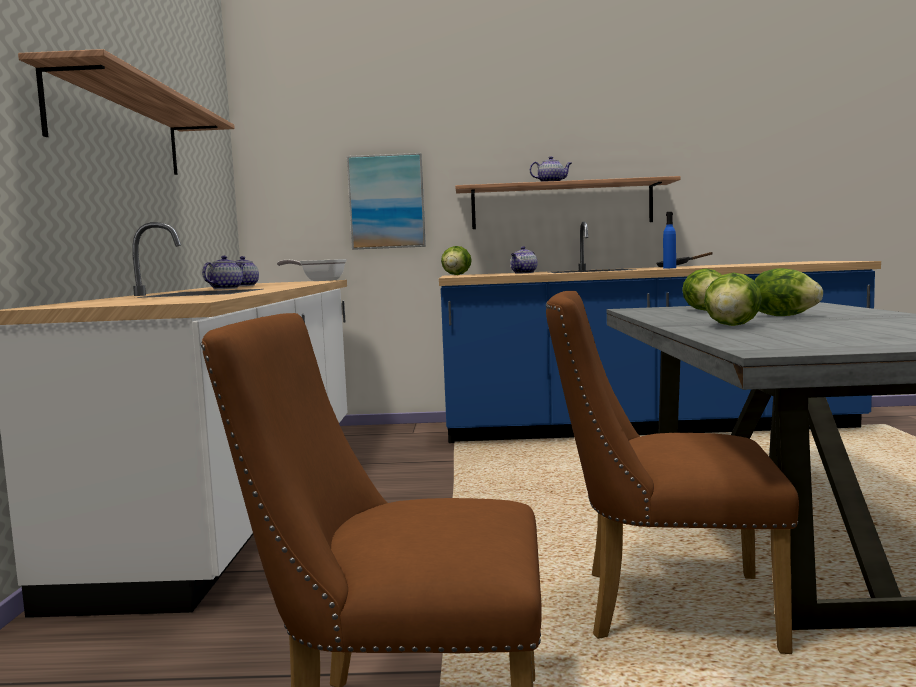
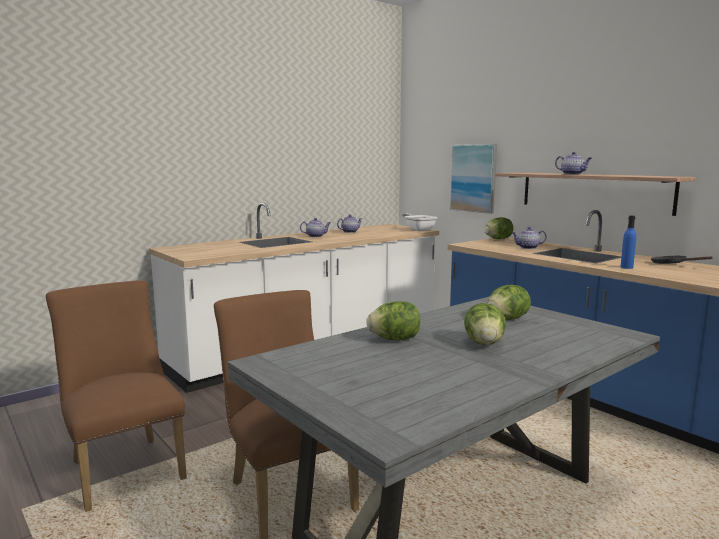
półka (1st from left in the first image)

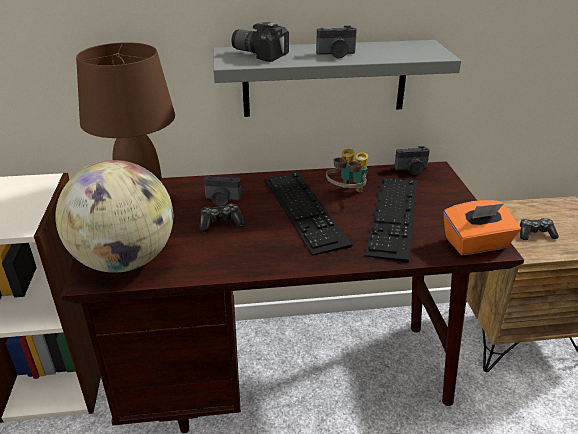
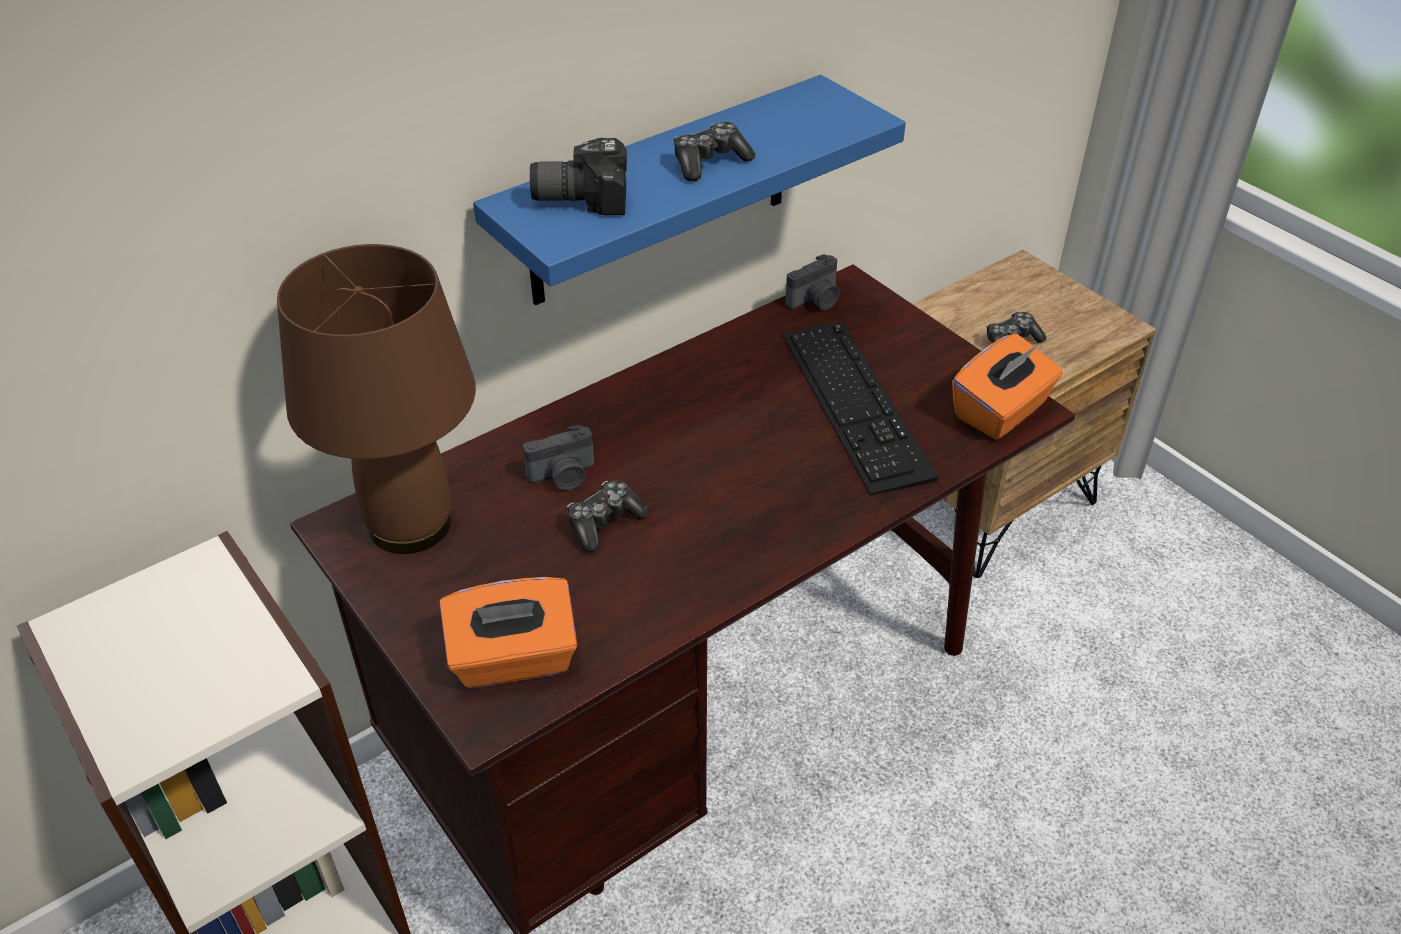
pudełko chusteczek [pomarańczowy] (1st from left); półka [niebieski]; klawiatura (1st from left in the first image); pad do gier (2nd from left); lornetka

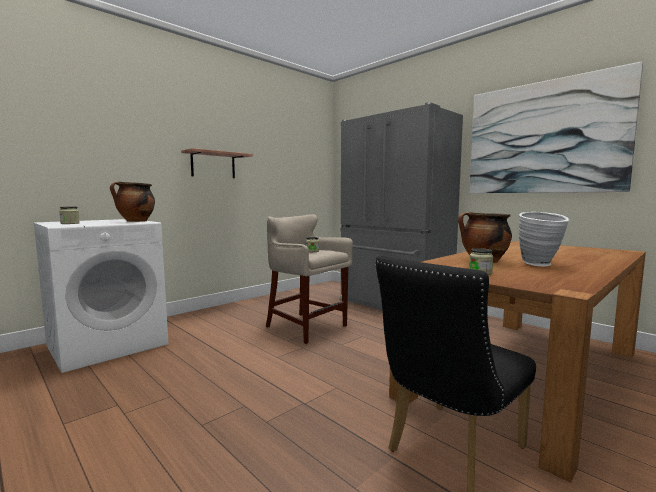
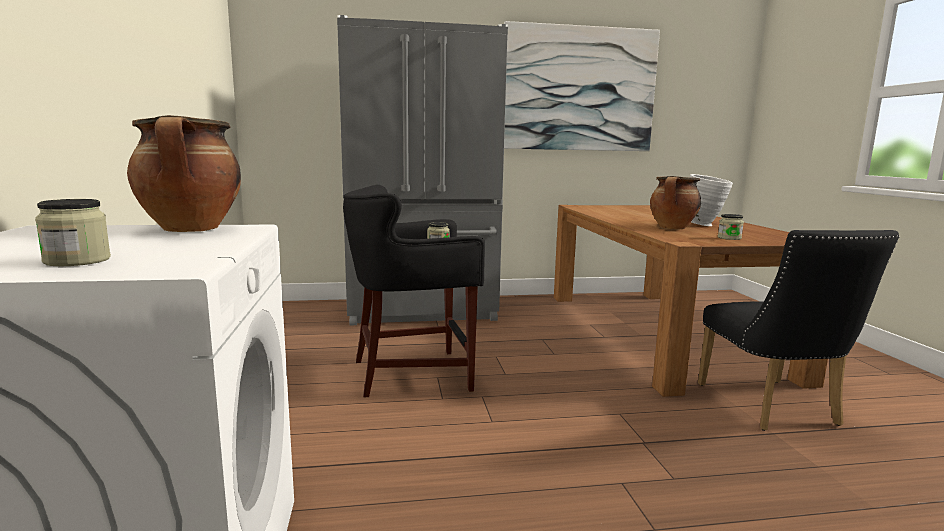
półka; stołek [czarny]

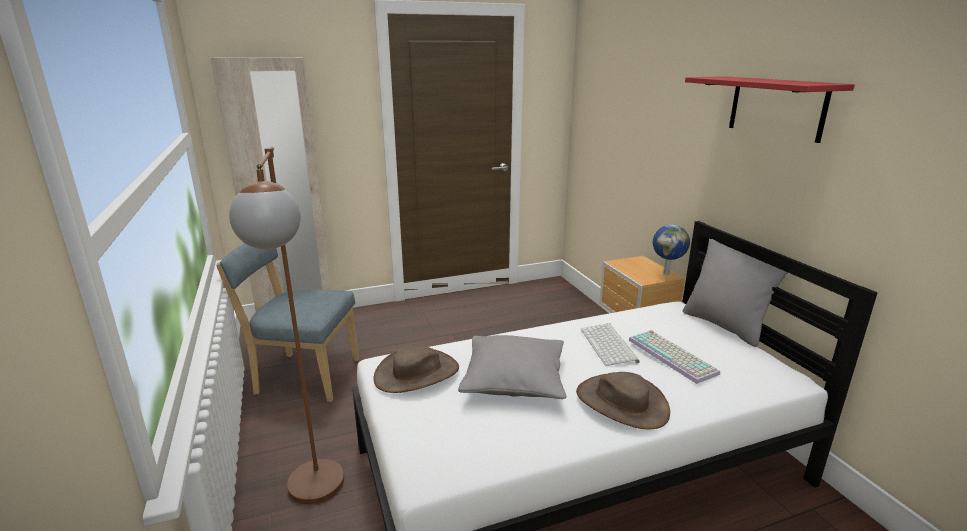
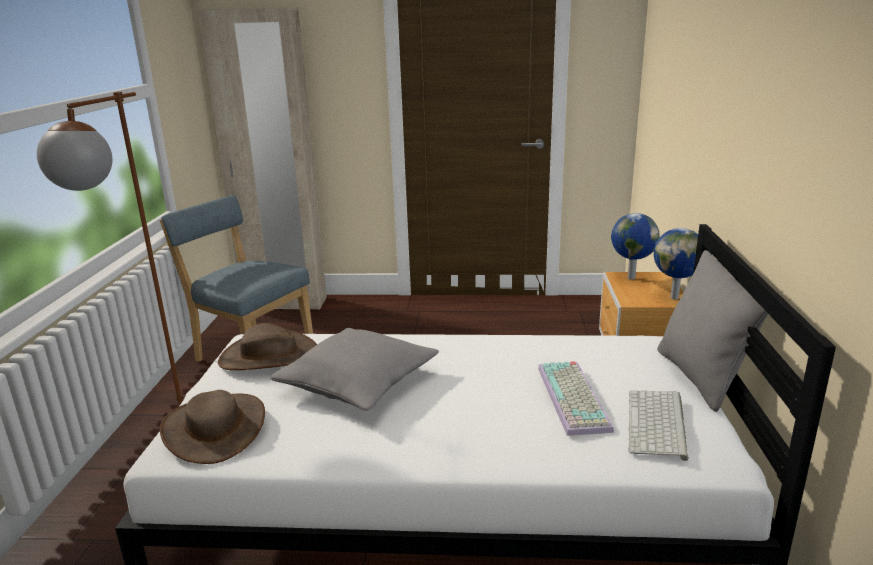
kapelusz [brązowy] (1st from left); klawiatura (2nd from left); półka [czerwony]; globus (1st from left)

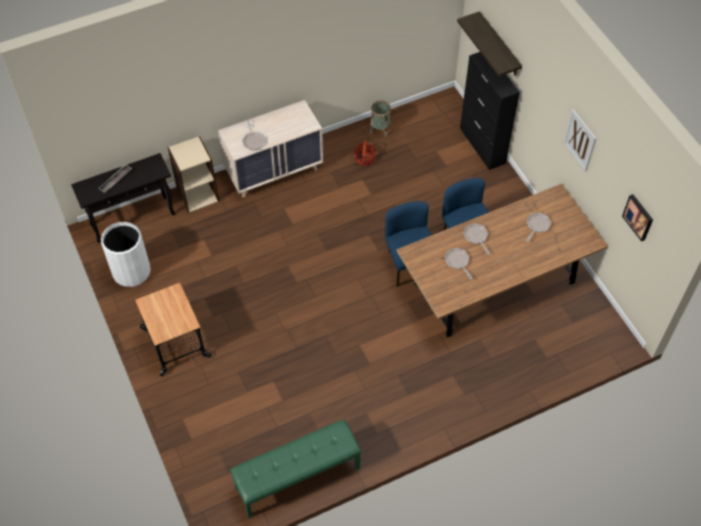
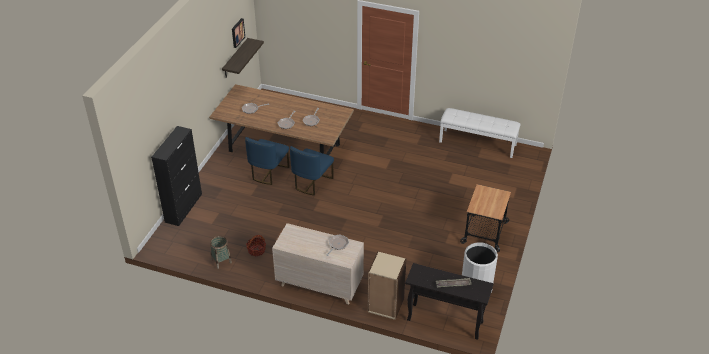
ławka [biały]; półka; obraz (1st from left in the first image)

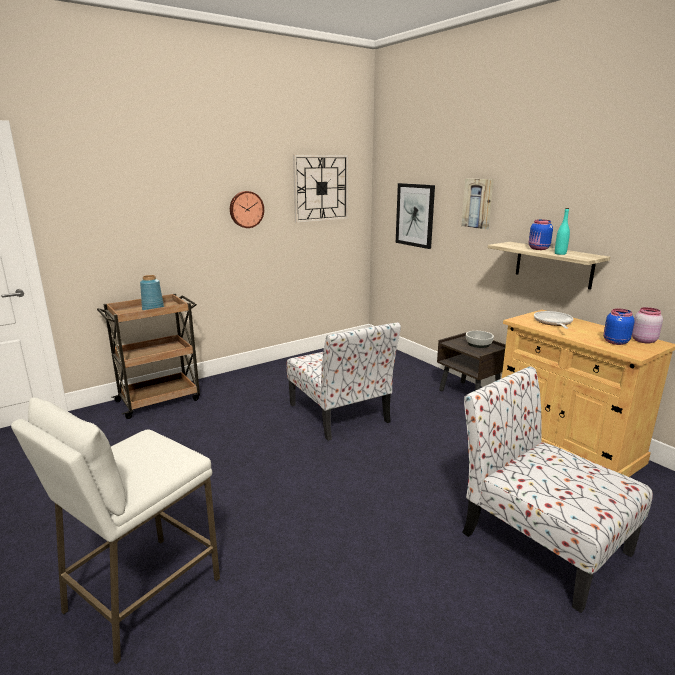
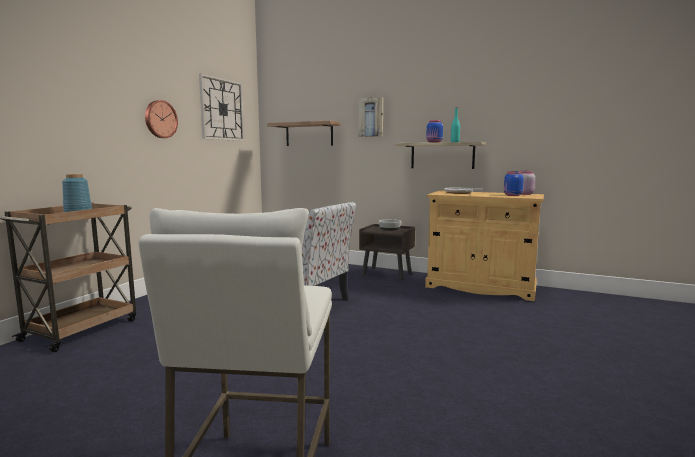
półka (1st from left); krzesło (2nd from left in the first image)

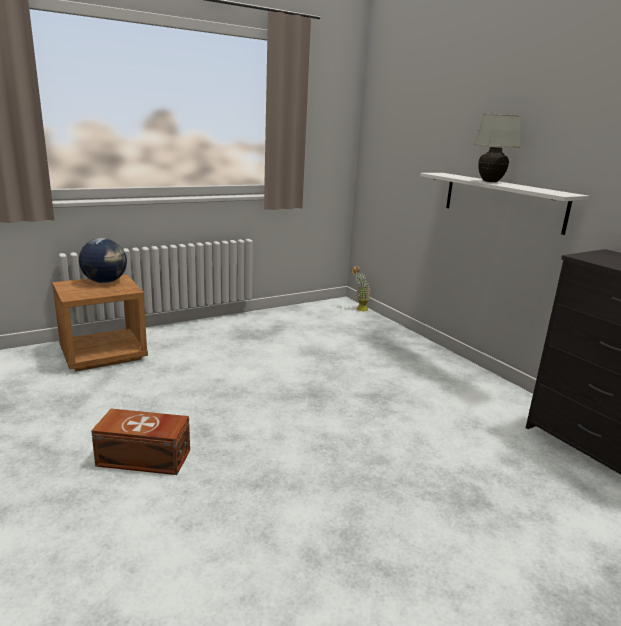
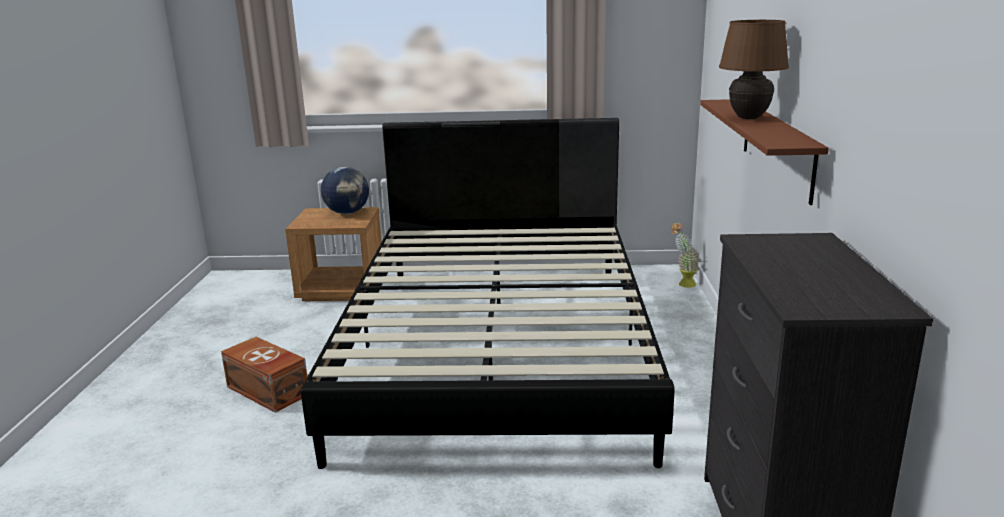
półka [brązowy]; lampa stołowa [brązowy]; łóżko [czarny]

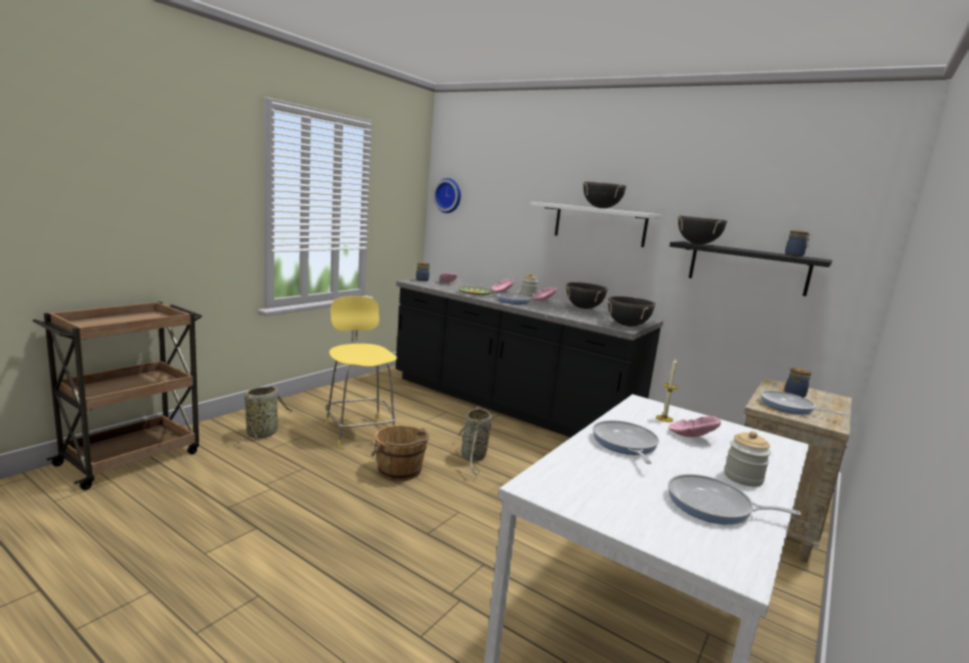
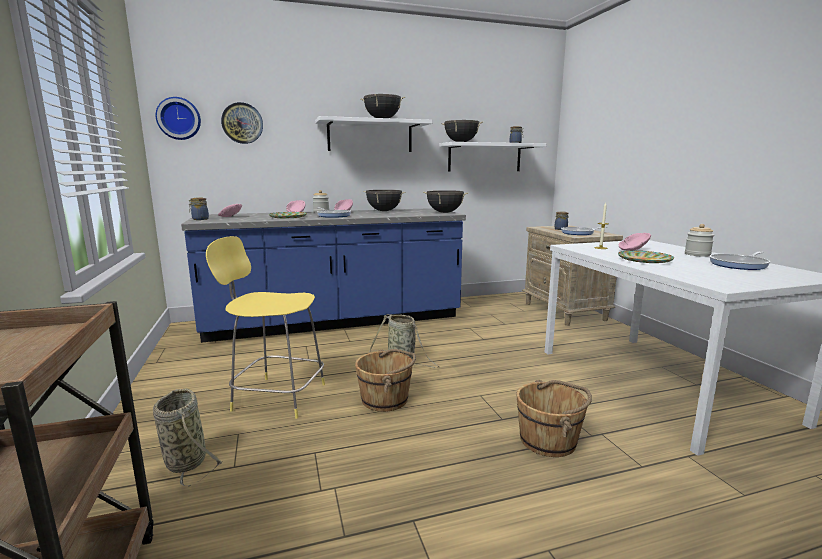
zabudowa kuchenna [niebieski]; talerz (2nd from left); półka [biały] (2nd from left); zegar ścienny (2nd from left); wiadro [brązowy] (2nd from left)

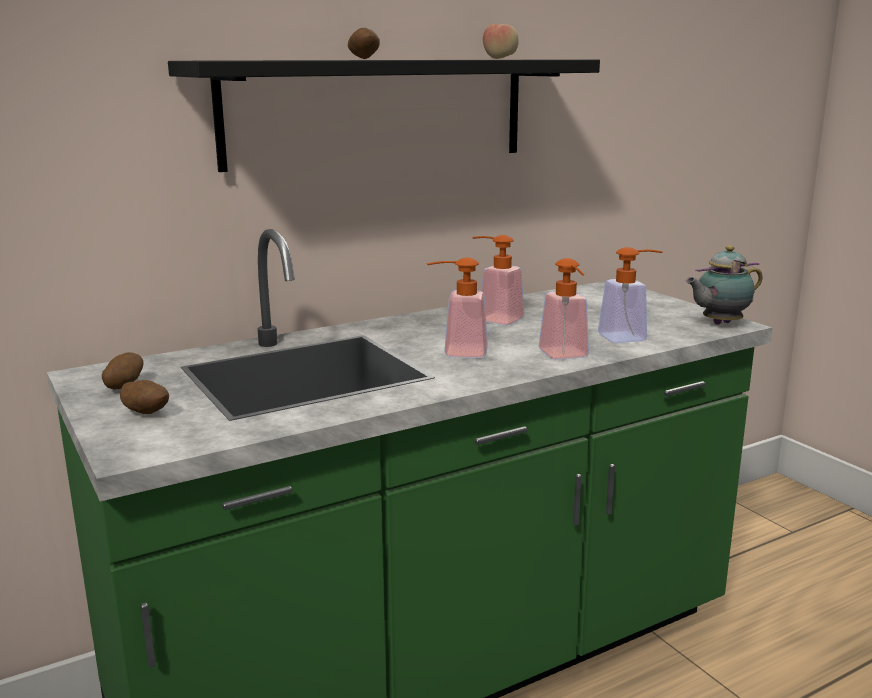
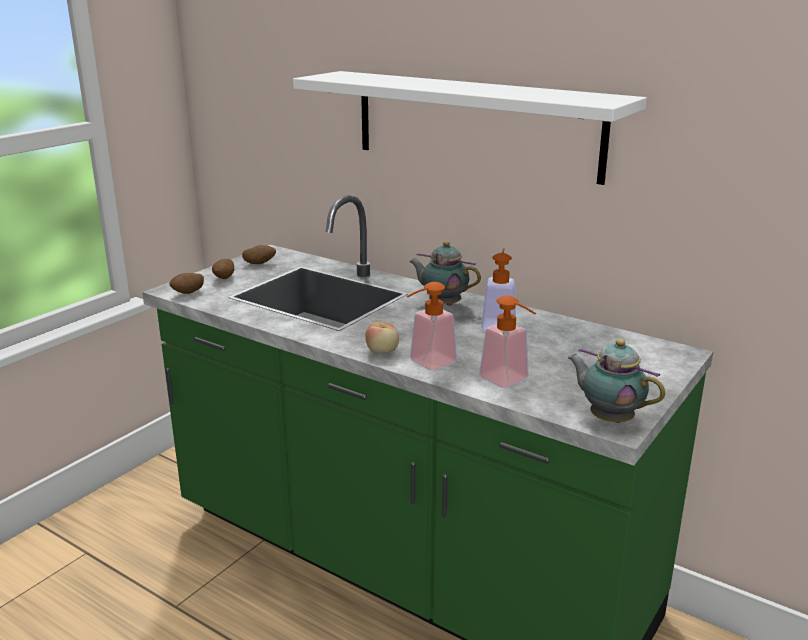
półka [biały]; ziemniak (1st from left); dozownik mydła (1st from left in the first image); jabłko; imbryk (1st from left)

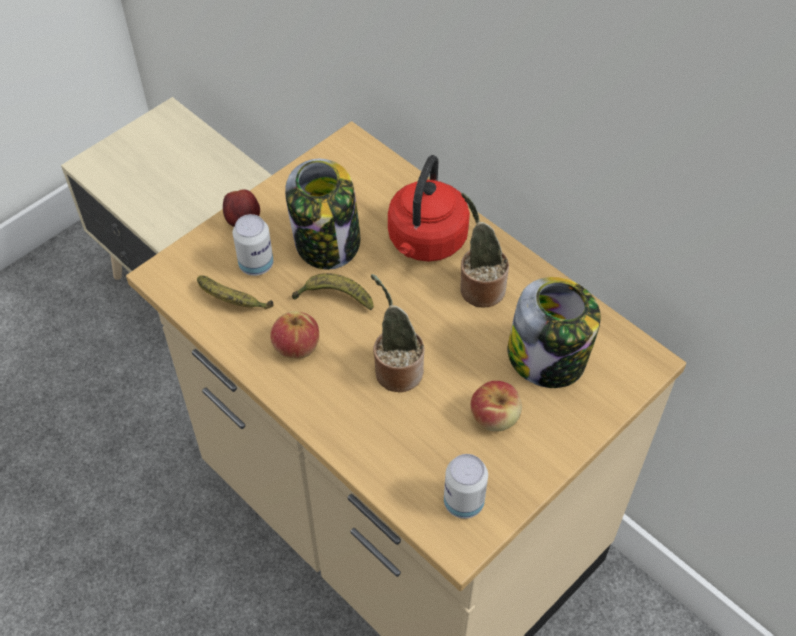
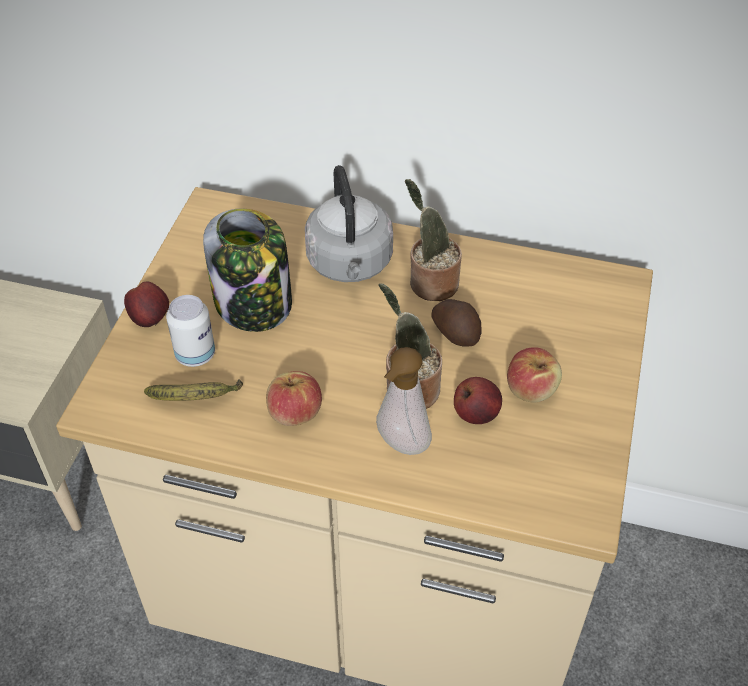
banan (2nd from left in the first image); czajnik [szary]; puszka (2nd from left in the first image); słoik (2nd from left in the first image); dozownik mydła; ziemniak; jabłko (3rd from left)

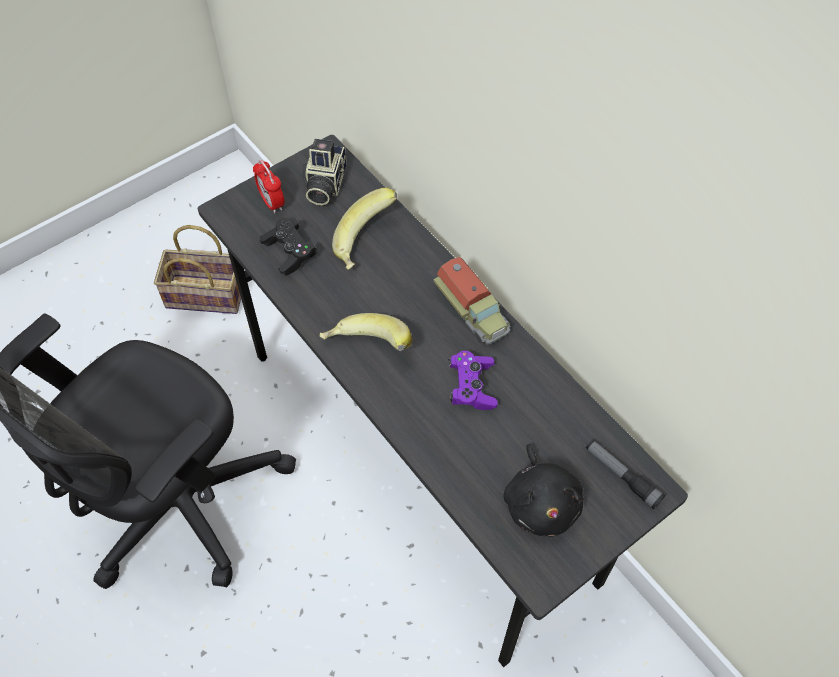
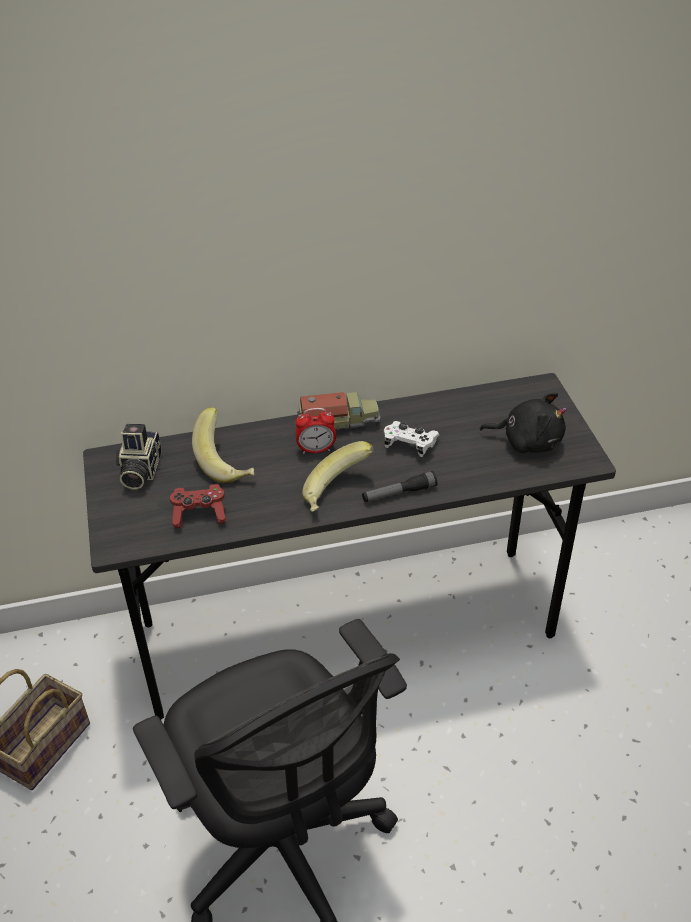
budzik; pad do gier [czerwony]; aparat fotograficzny; pad do gier [biały]; latarka

